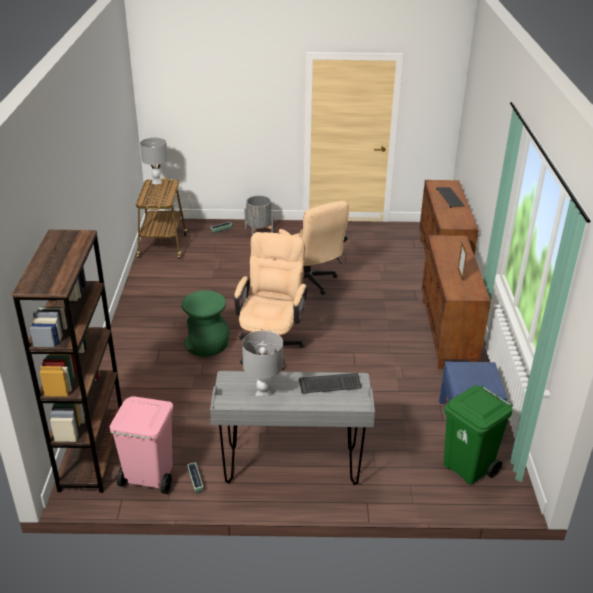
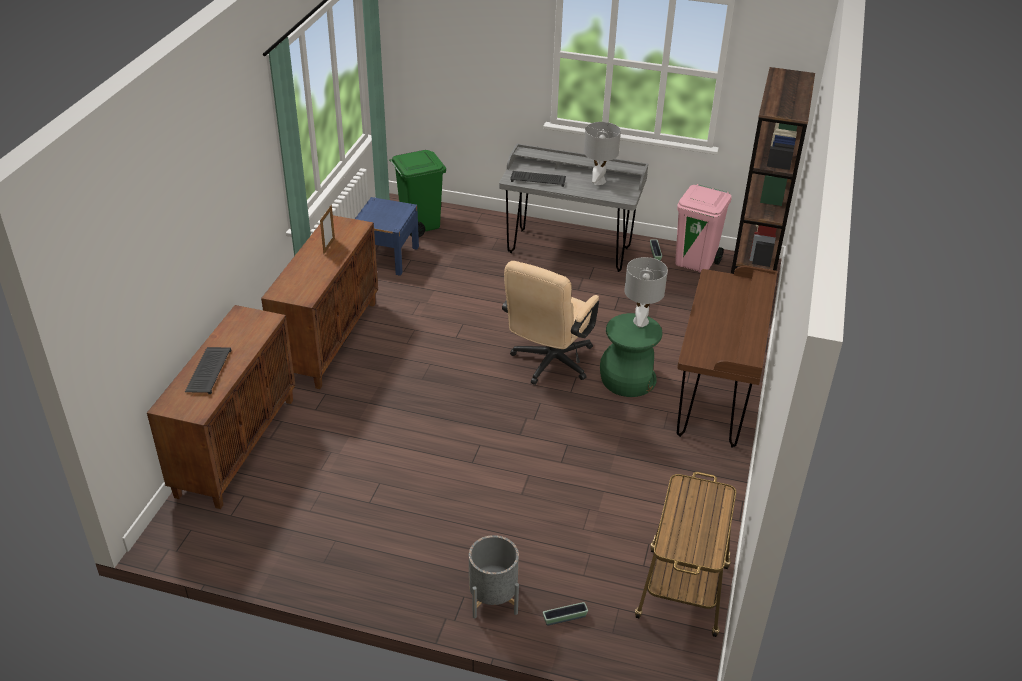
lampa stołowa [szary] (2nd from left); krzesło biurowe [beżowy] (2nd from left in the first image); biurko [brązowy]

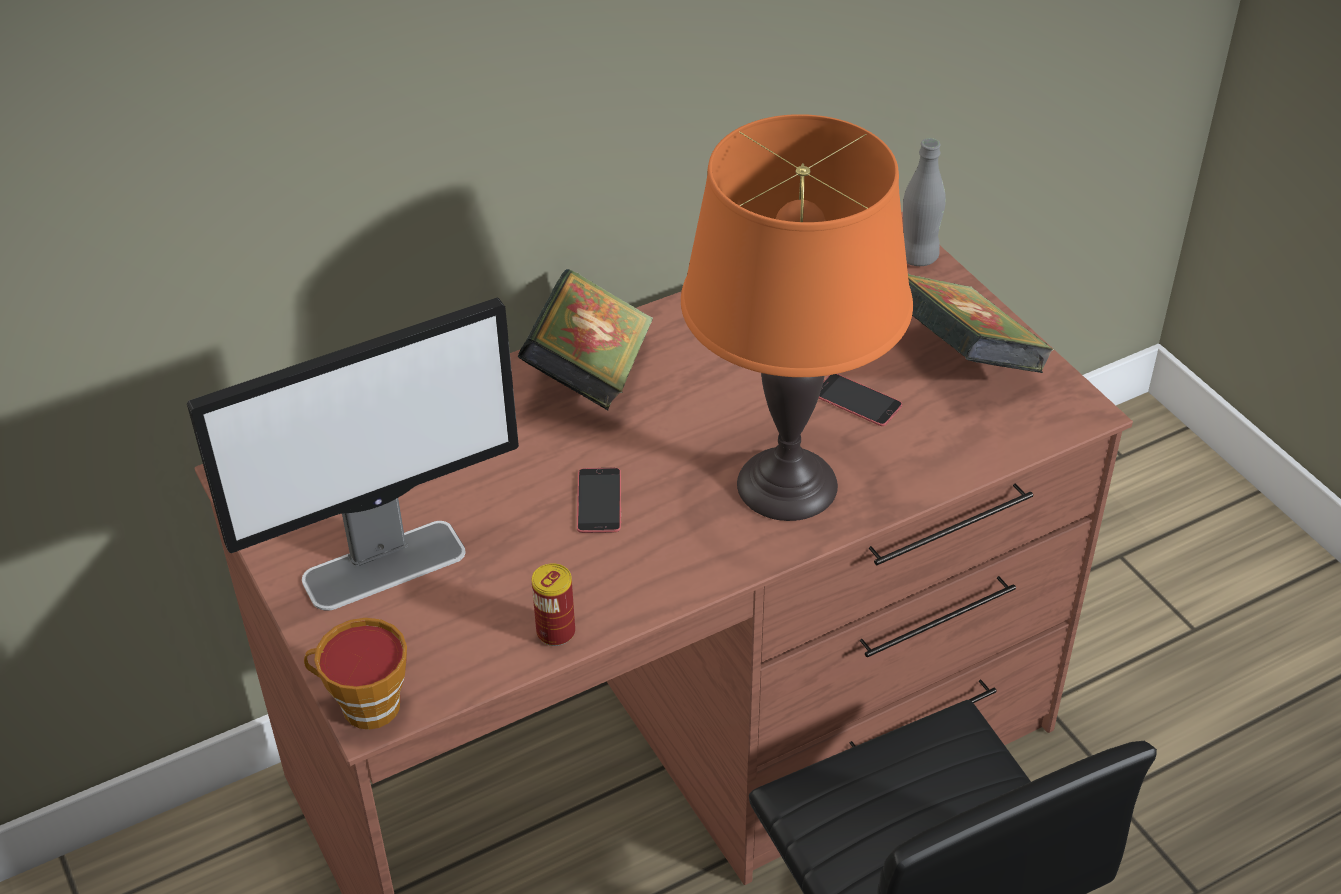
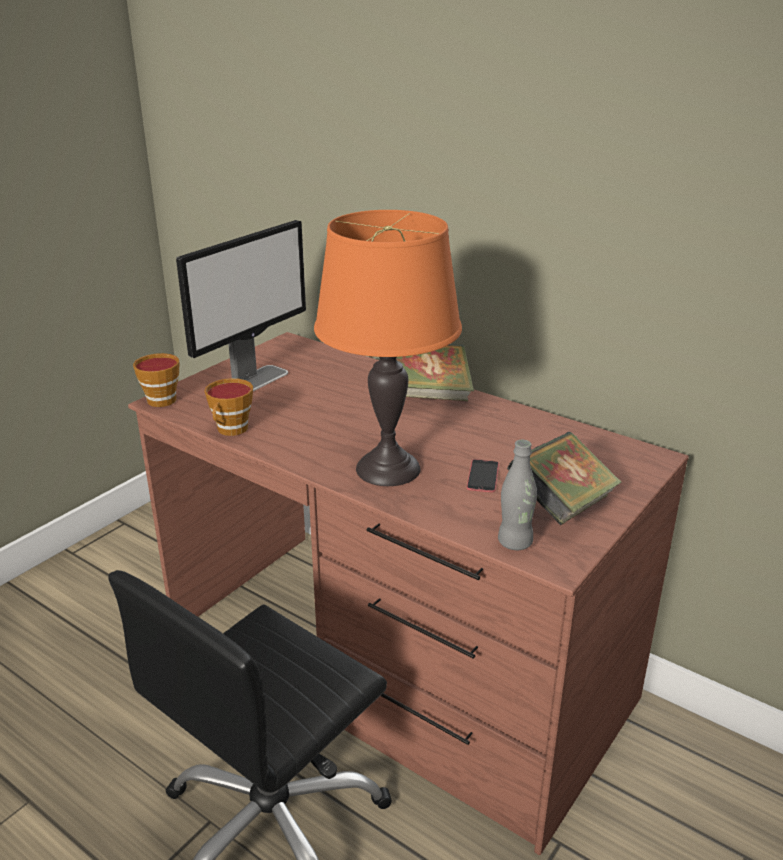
monitor; filiżanka (2nd from left); telefon (1st from left in the first image); butelka [szary]

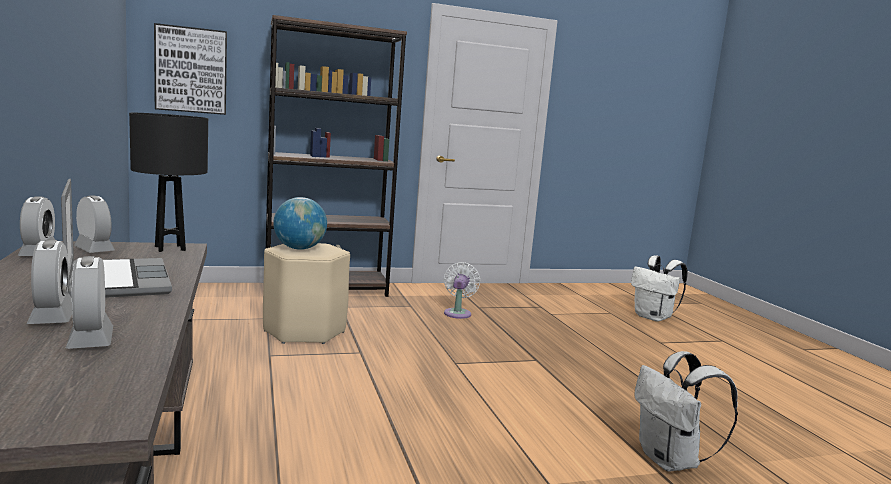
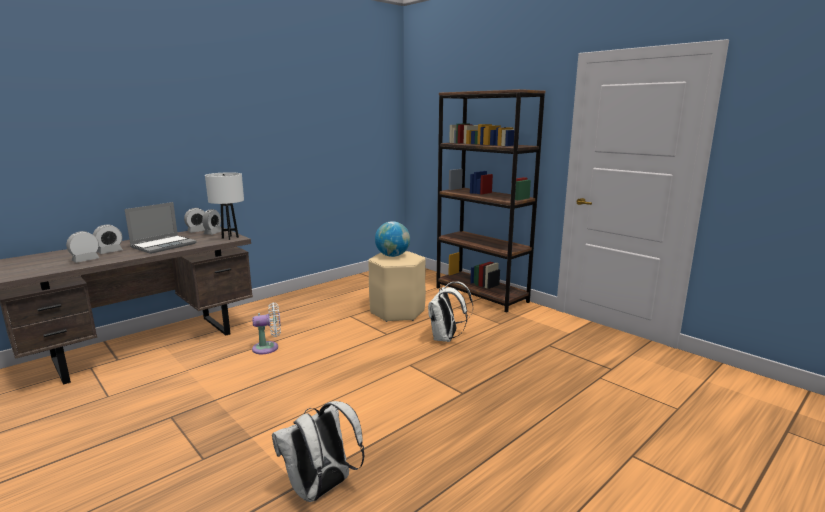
lampa stołowa [biały]; obraz; wentylator [biały]; plecak [biały] (2nd from left)

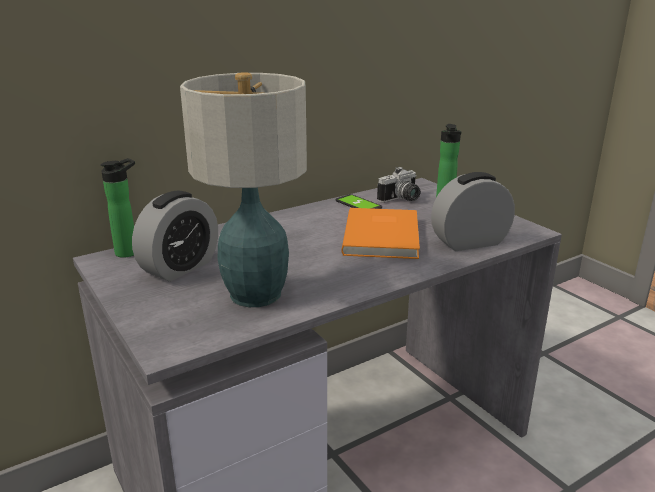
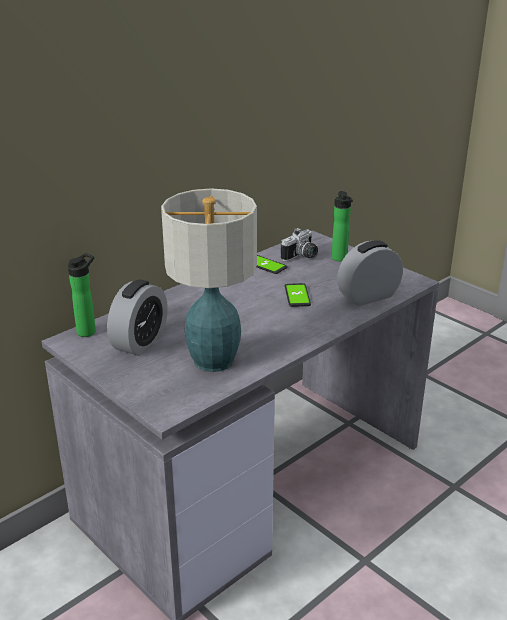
telefon (2nd from left)

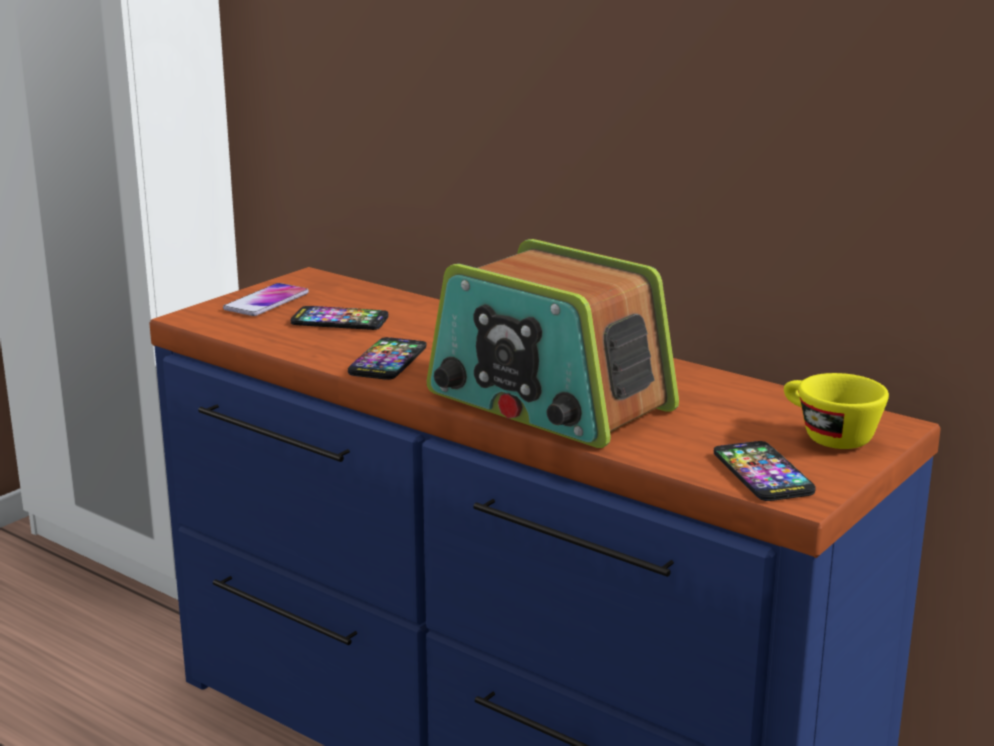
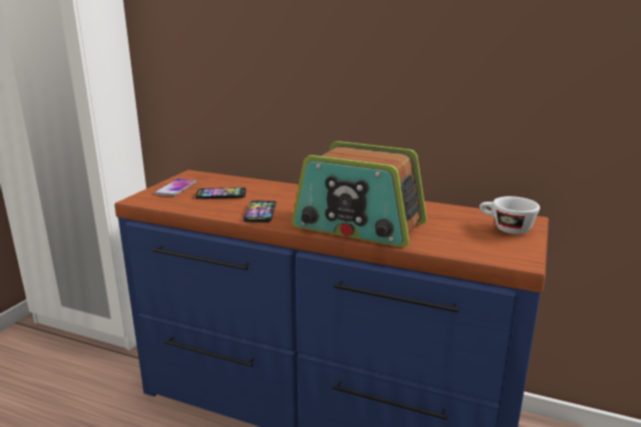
telefon (4th from left in the first image); filiżanka [biały]

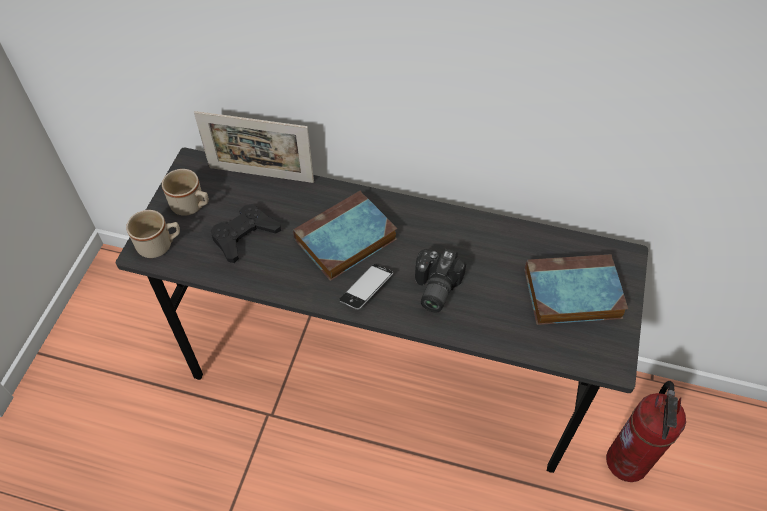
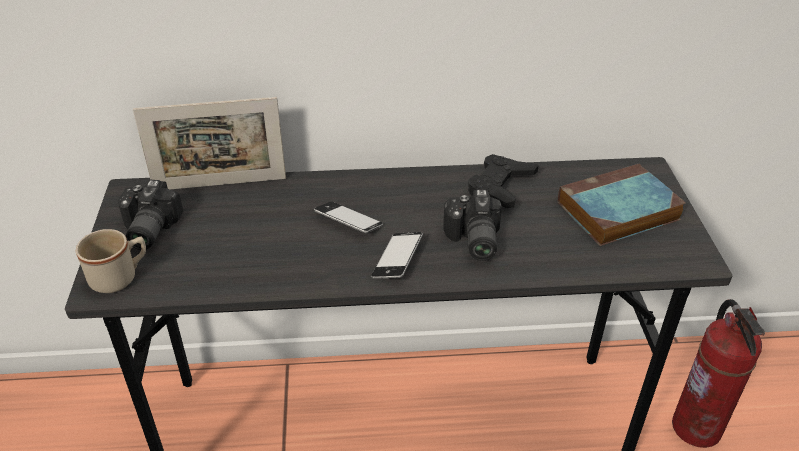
aparat fotograficzny (1st from left); pad do gier [czarny]; telefon (1st from left)

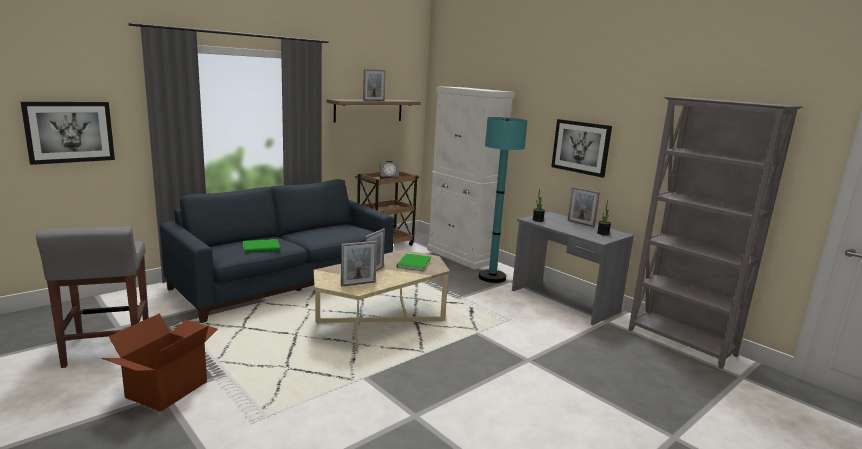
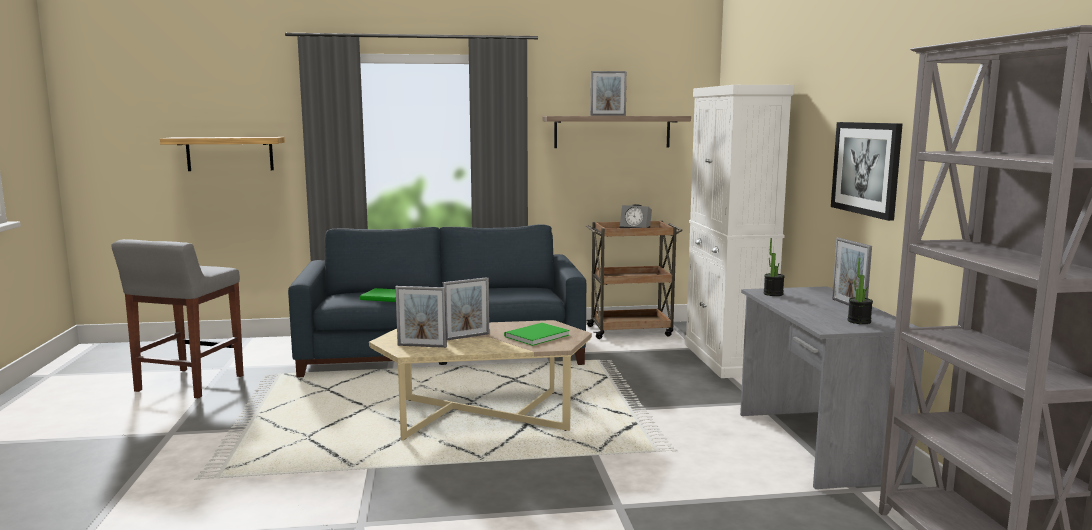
półka (1st from left); karton; lampa stojąca [turkusowy]

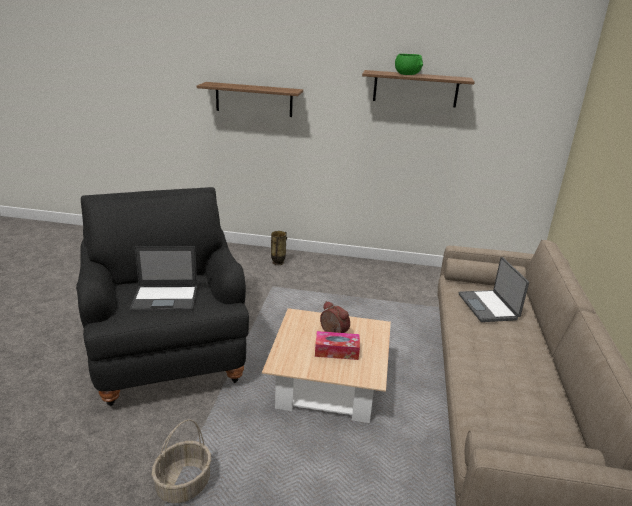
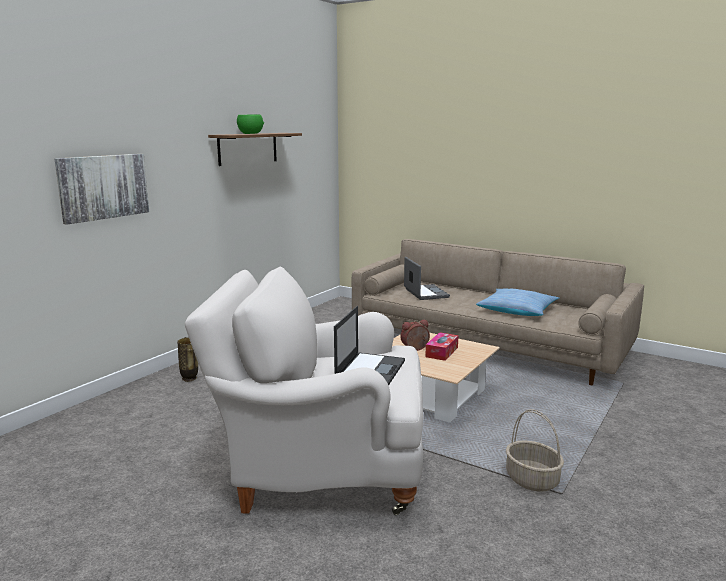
fotel [biały]; obraz; laptop (2nd from left); poduszka

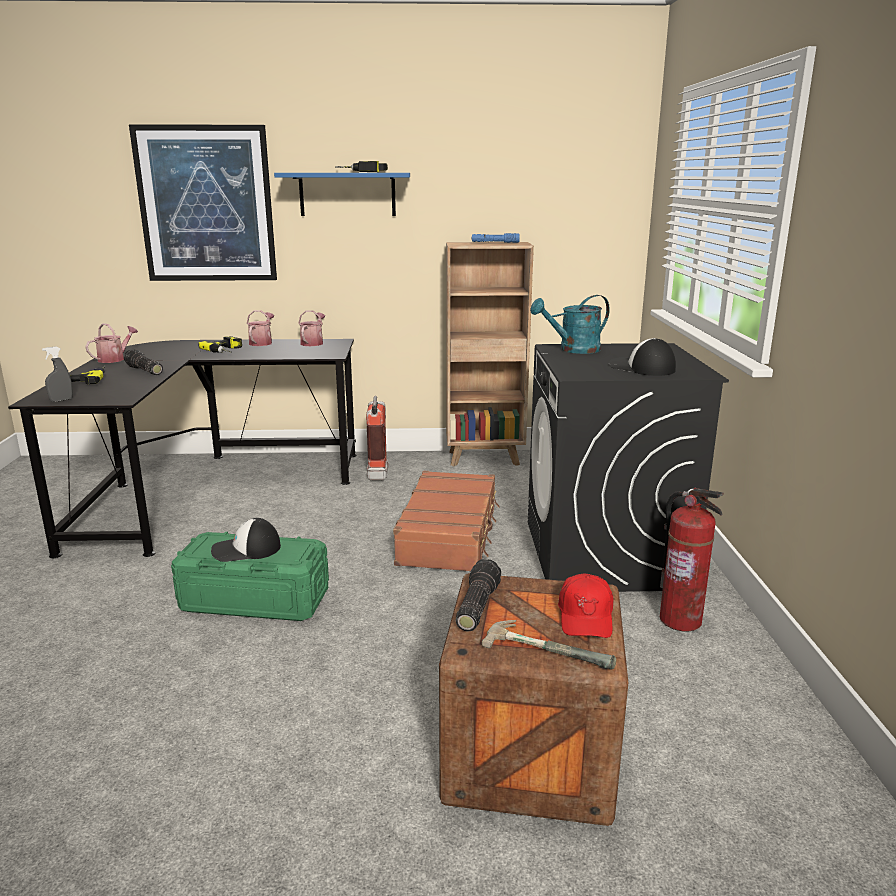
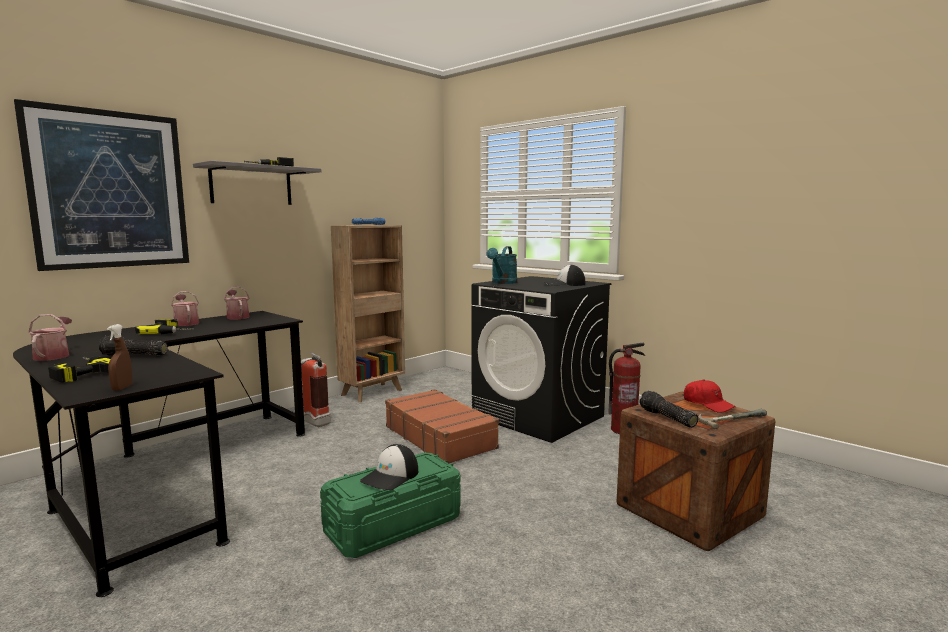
spryskiwacz [brązowy]; półka [szary]

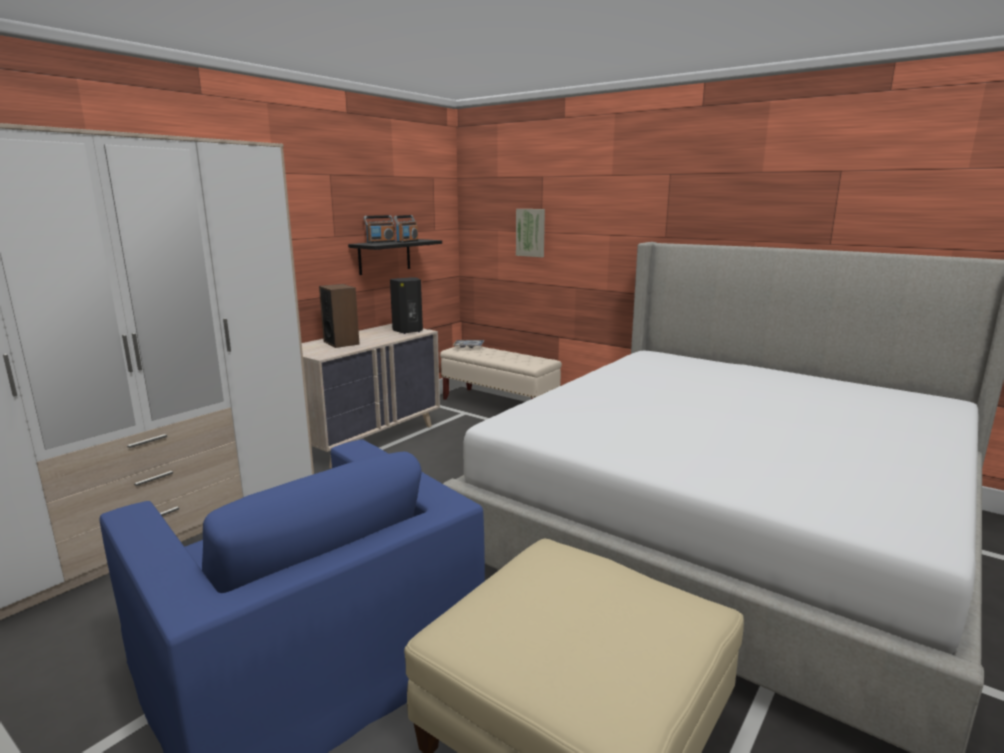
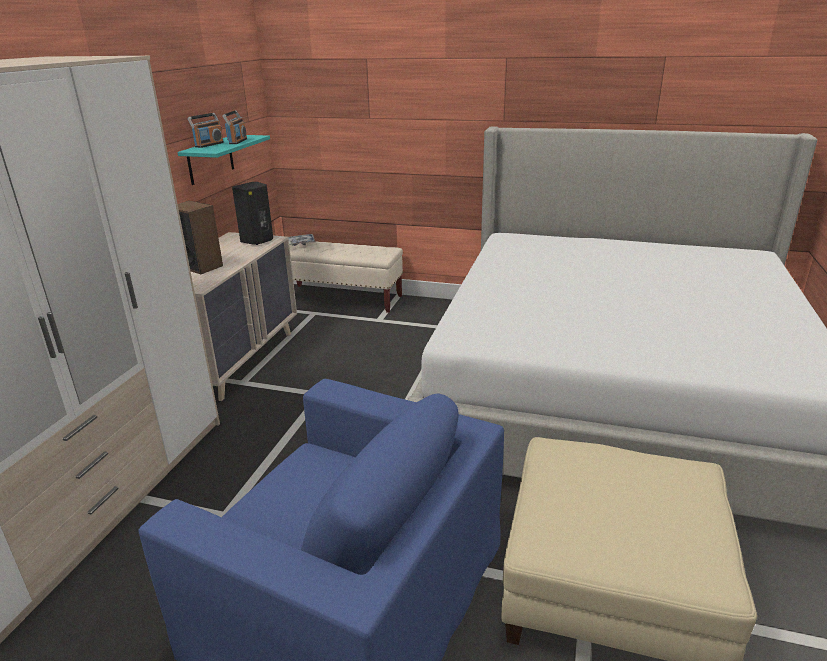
półka [turkusowy]; obraz

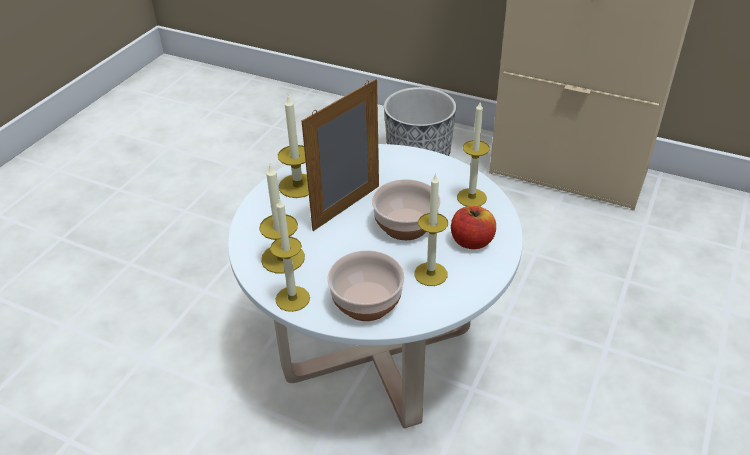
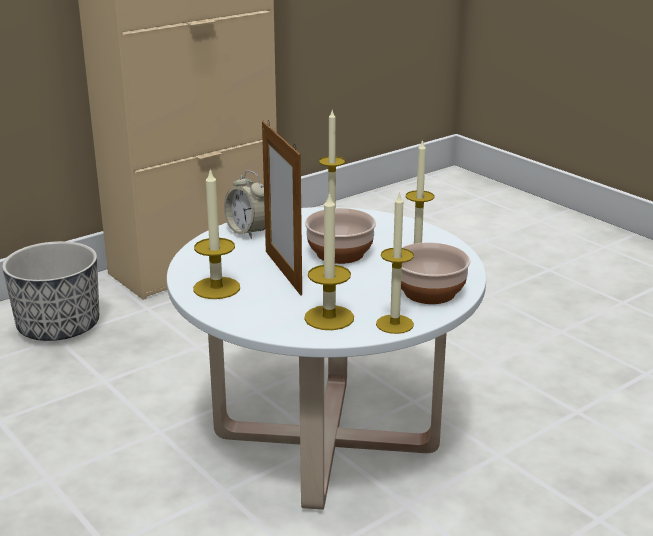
jabłko; budzik

